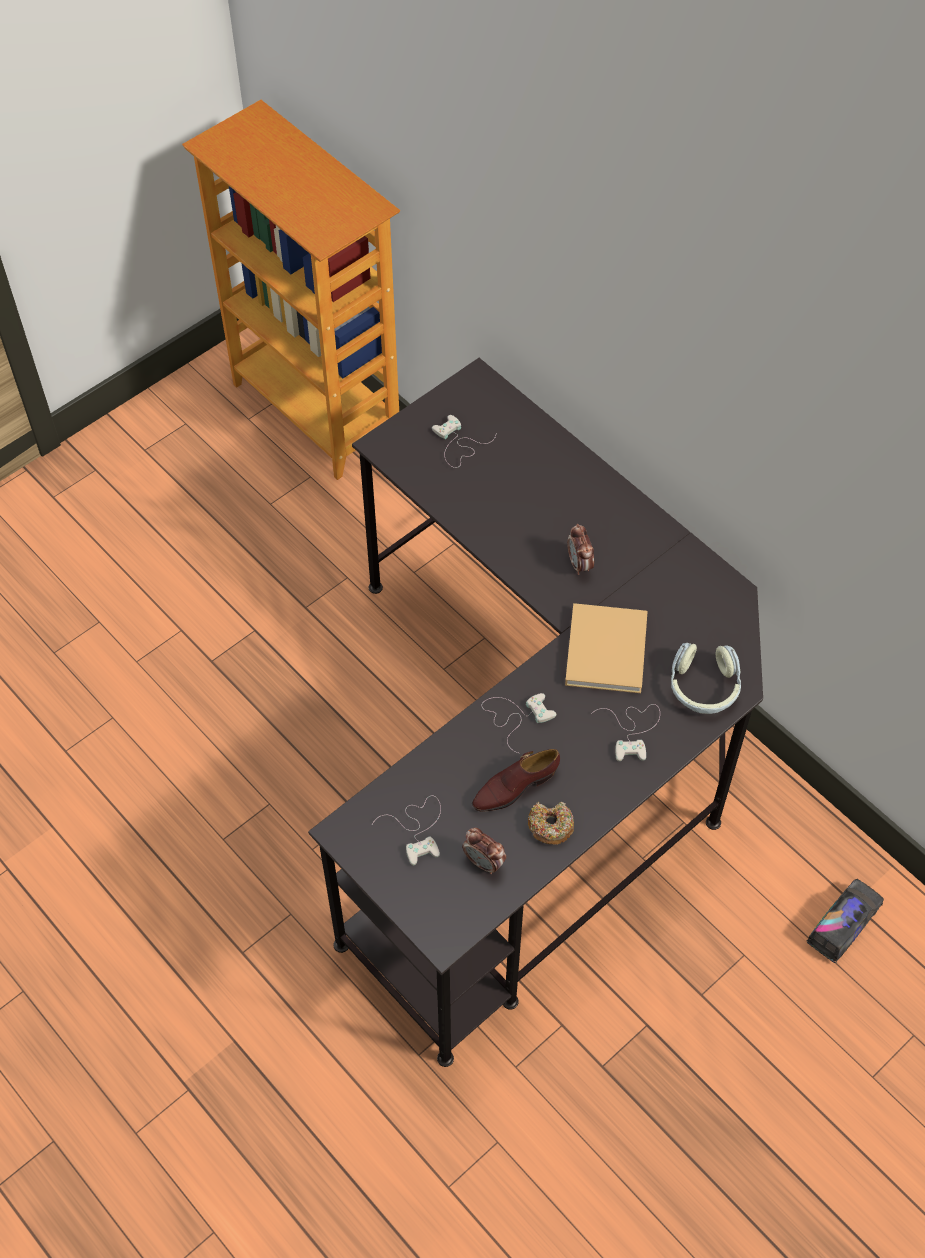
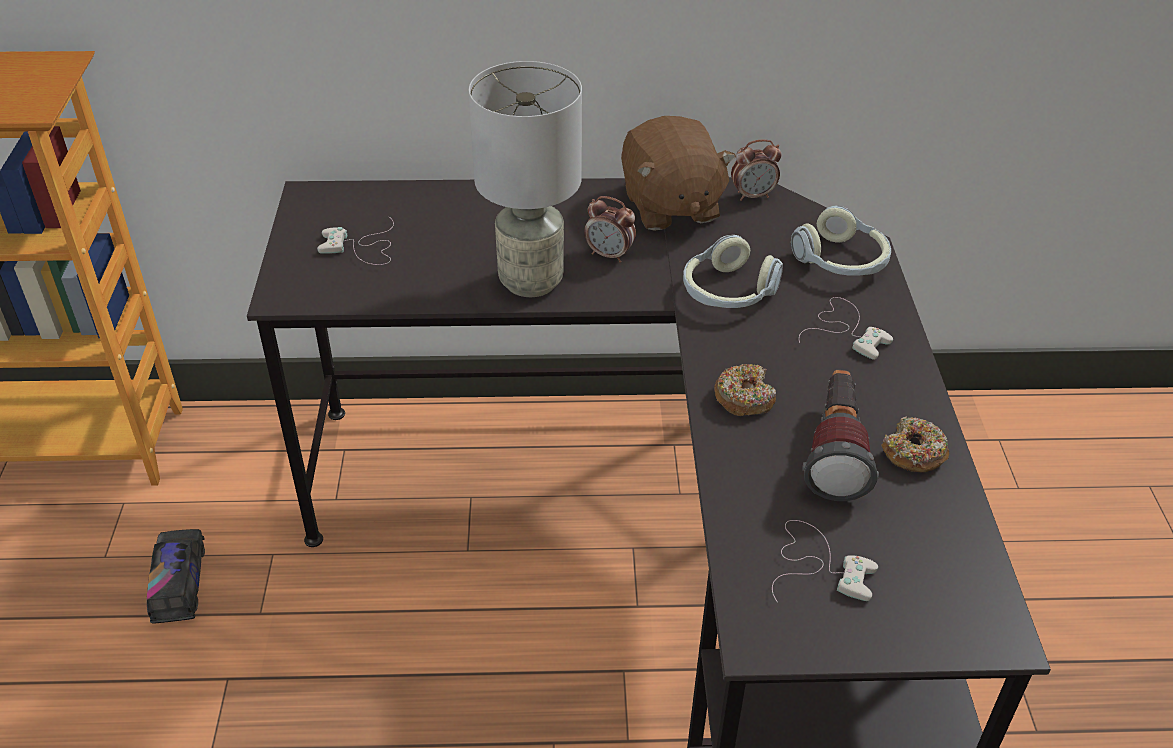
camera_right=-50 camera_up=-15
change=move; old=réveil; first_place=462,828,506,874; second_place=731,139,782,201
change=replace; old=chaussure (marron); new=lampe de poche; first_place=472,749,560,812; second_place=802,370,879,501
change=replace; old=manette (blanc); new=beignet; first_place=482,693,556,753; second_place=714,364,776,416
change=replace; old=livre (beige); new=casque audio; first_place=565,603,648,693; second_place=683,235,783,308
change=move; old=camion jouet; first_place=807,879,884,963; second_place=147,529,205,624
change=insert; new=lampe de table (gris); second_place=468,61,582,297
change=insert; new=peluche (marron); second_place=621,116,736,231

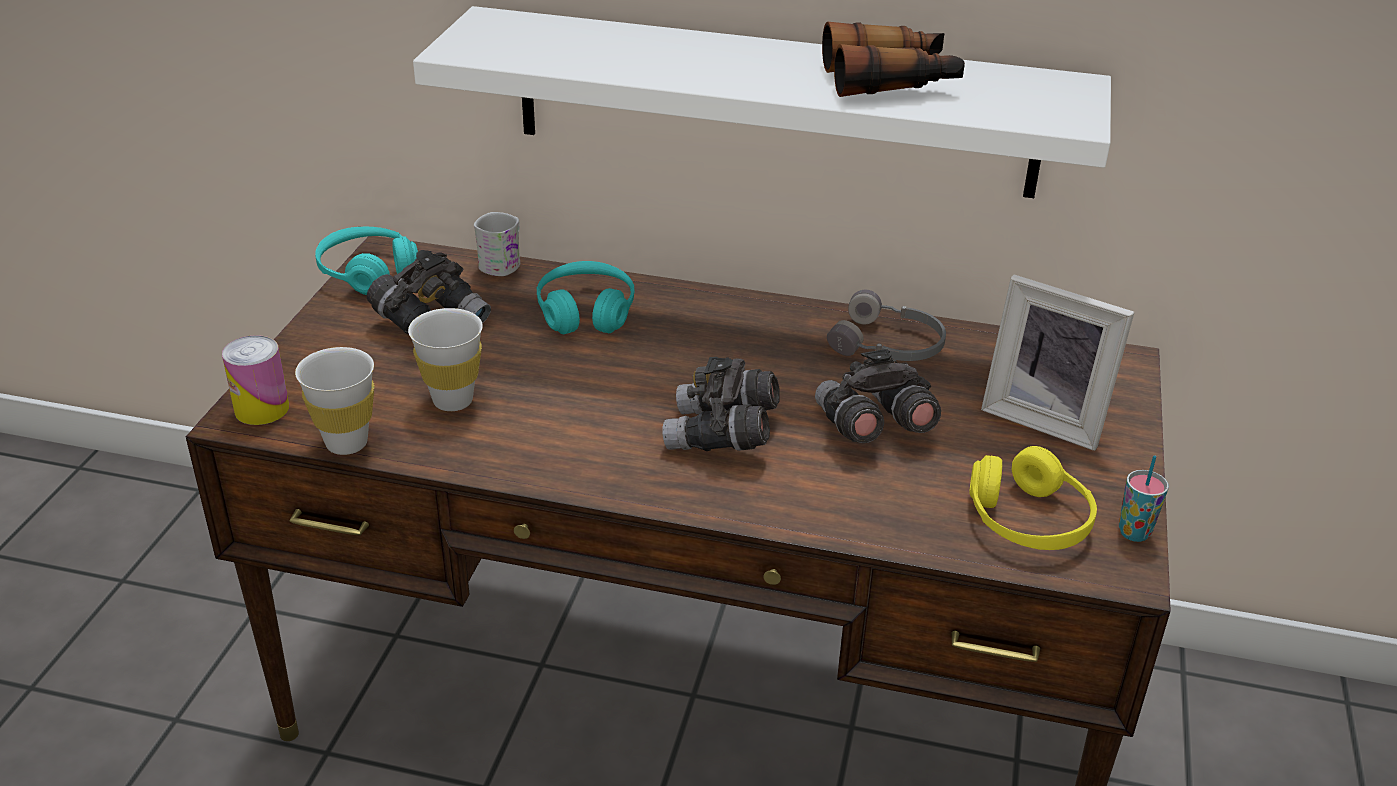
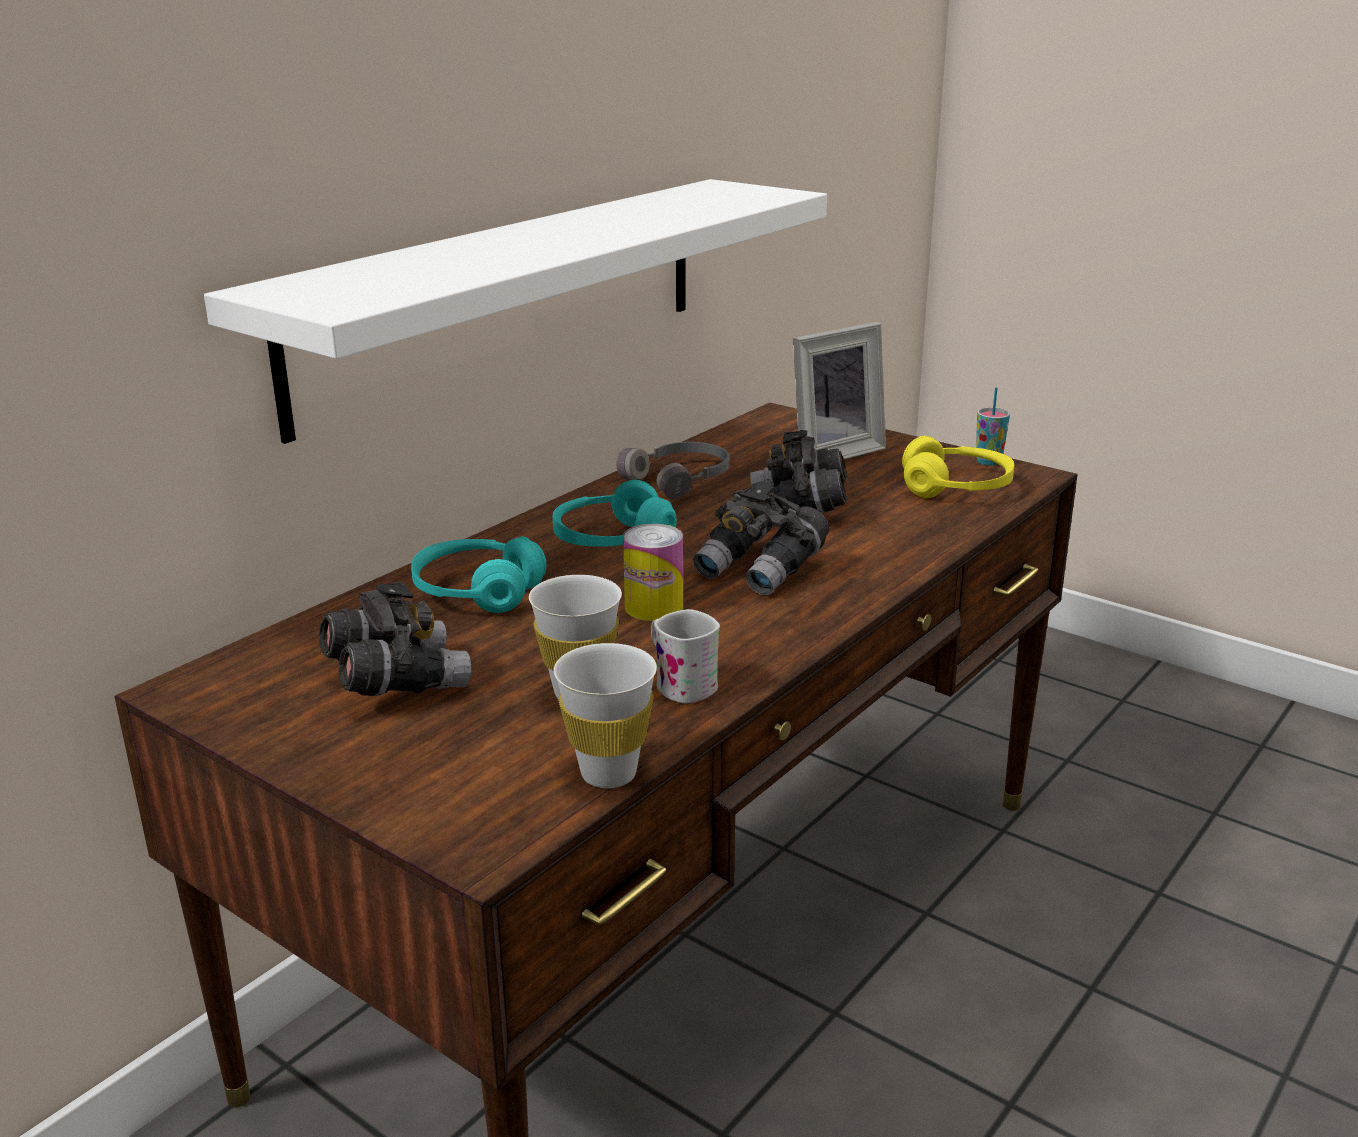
camera_right=-65 camera_up=-10
change=move; old=boîte métallique; first_place=222,335,289,425; second_place=623,524,683,621
change=move; old=casque audio (turquoise); first_place=315,227,418,295; second_place=553,480,677,547
change=move; old=mug (blanc); first_place=474,212,520,276; second_place=651,609,720,703
change=delete; old=jumelles; first_place=822,22,965,97

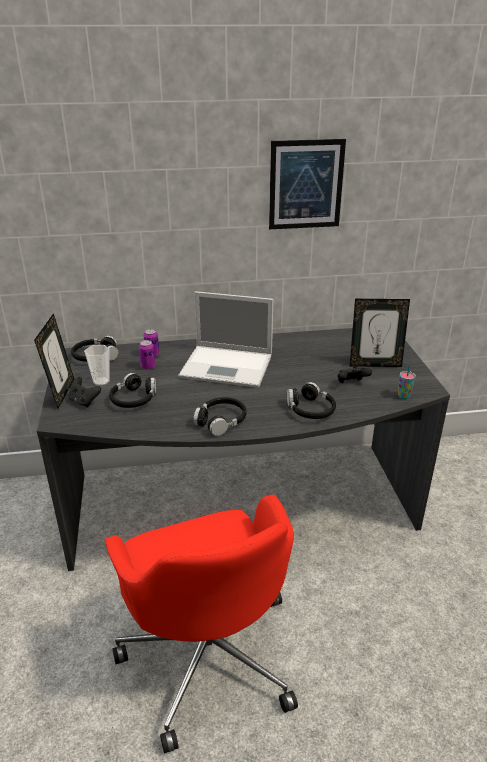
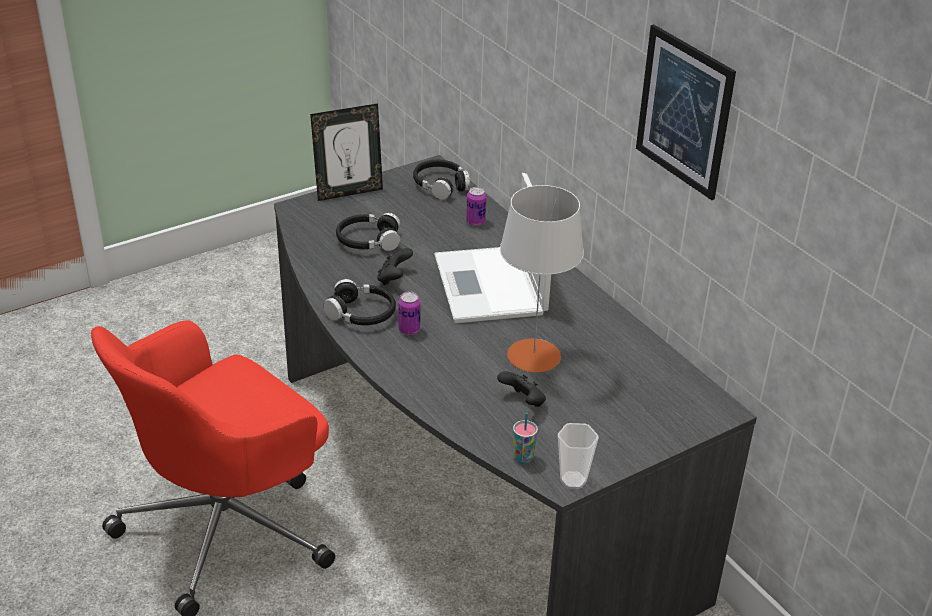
camera_right=65 camera_up=5
change=move; old=manette (noir); first_place=68,377,101,407; second_place=377,248,413,285
change=move; old=tasse; first_place=84,345,109,386; second_place=558,423,599,489
change=move; old=boîte métallique; first_place=139,340,155,370; second_place=398,292,421,335
change=delete; old=casque audio (noir); first_place=287,382,336,419
change=delete; old=cadre photo; first_place=350,299,410,367
change=insert; new=lampe de table (gris); second_place=500,185,584,372

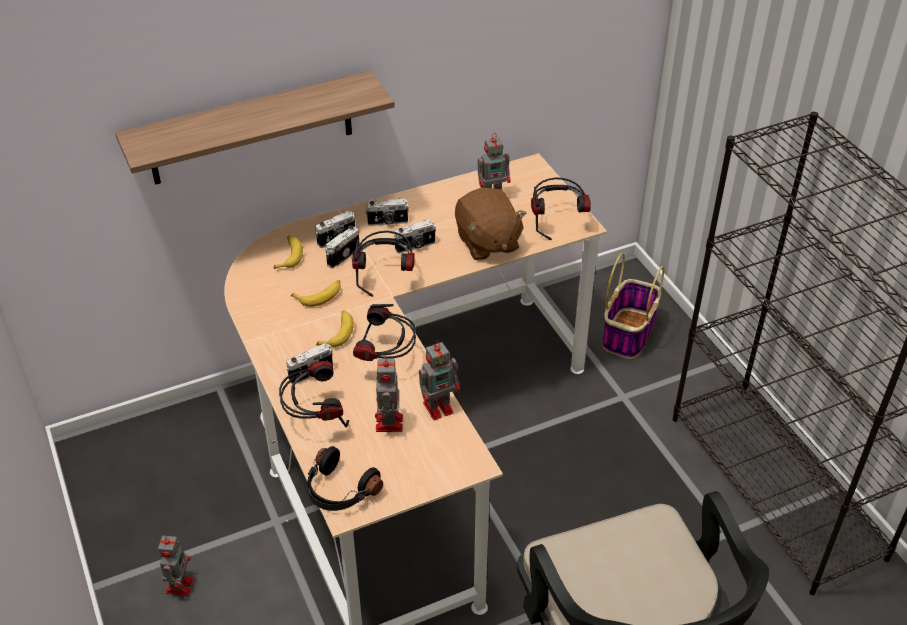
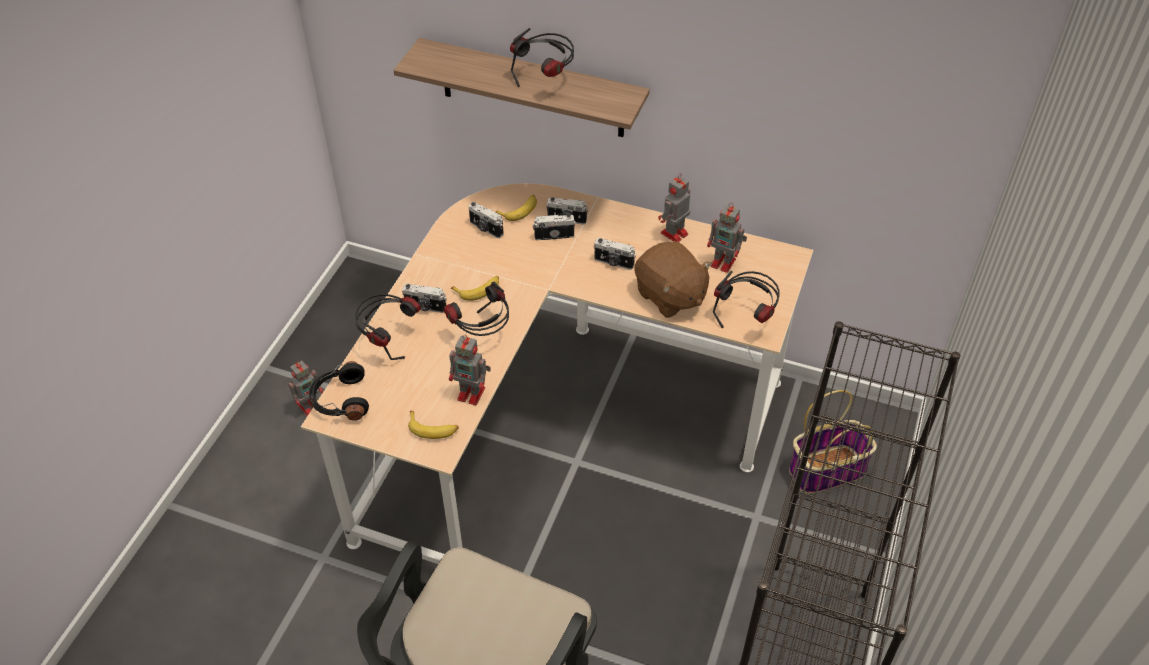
camera_right=45 camera_up=5
change=move; old=banane; first_place=291,280,341,307; second_place=408,411,459,439
change=move; old=casque audio; first_place=352,231,415,297; second_place=510,28,574,87
change=move; old=appareil photo; first_place=365,199,409,226; second_place=469,202,504,238
change=move; old=robot jouet; first_place=375,356,403,432; second_place=658,173,690,242
change=rotate; old=peluche (marron); first_place=455,188,527,261; second_place=634,241,712,318; degrees=-60

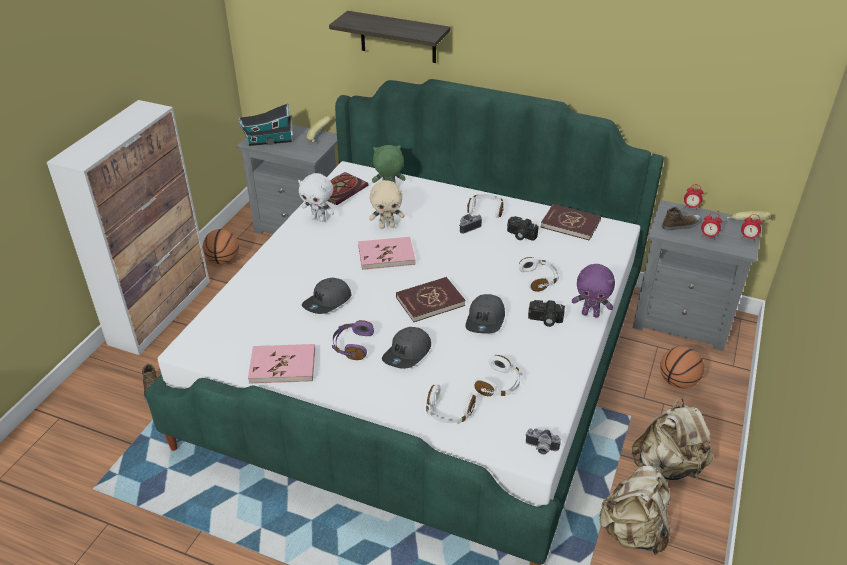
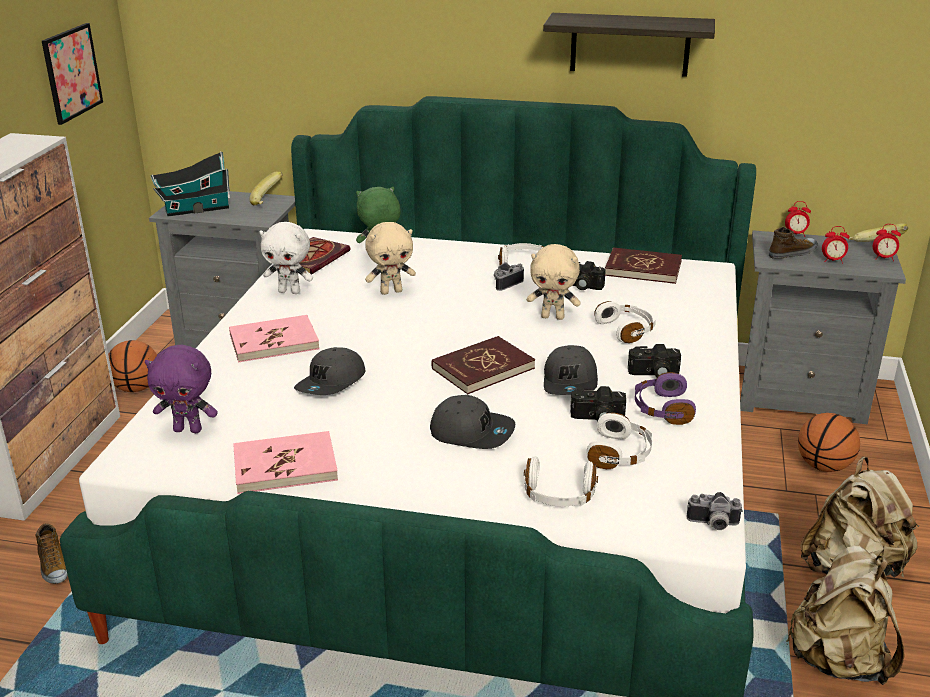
camera_right=-10 camera_up=-10
change=move; old=étagère; first_place=329,11,450,63; second_place=543,13,715,77
change=move; old=casque audio (violet); first_place=332,320,374,360; second_place=635,372,696,425
change=move; old=livre (rose); first_place=358,237,416,270; second_place=229,315,320,363
change=rotate; old=casquette (gris); first_place=382,327,431,369; second_place=430,395,515,449; degrees=-90
change=move; old=peluche (violet); first_place=572,264,615,318; second_place=145,345,218,433
change=insert; new=tableau; second_place=42,23,103,125
change=insert; new=peluche (beige); second_place=527,244,581,320
change=insert; new=appareil photo; second_place=570,386,626,421

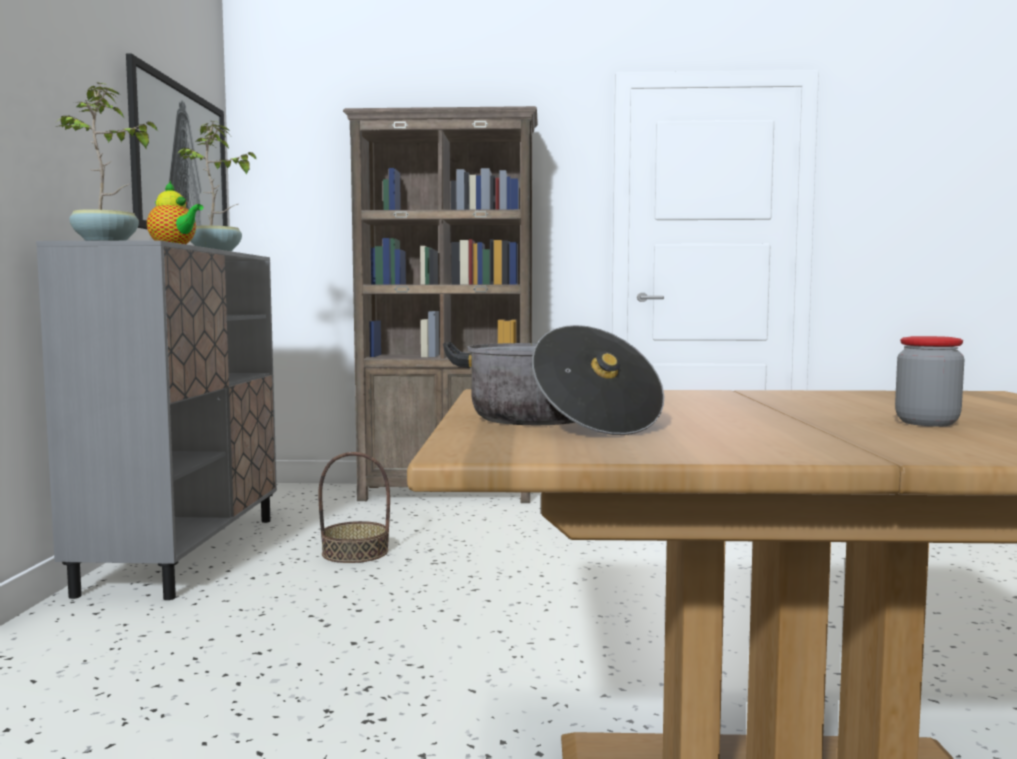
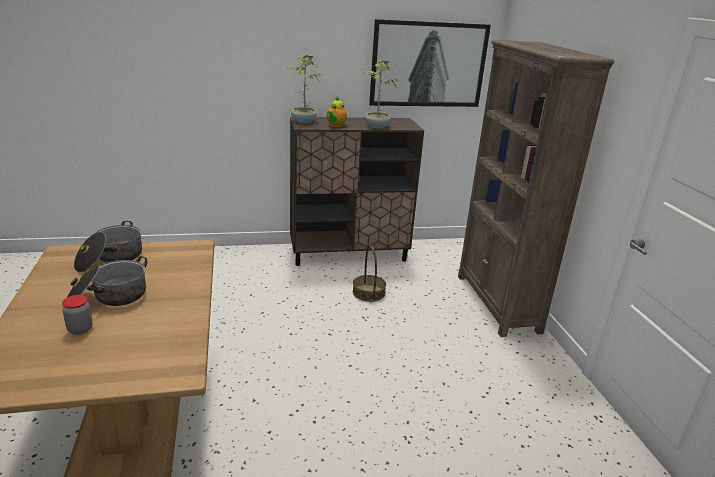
camera_right=75 camera_up=20
change=recolor; old=meuble de rangement (gris); new=meuble de rangement (marron); first_place=36,240,277,600; second_place=290,117,424,266
change=insert; new=marmite; second_place=67,256,147,306

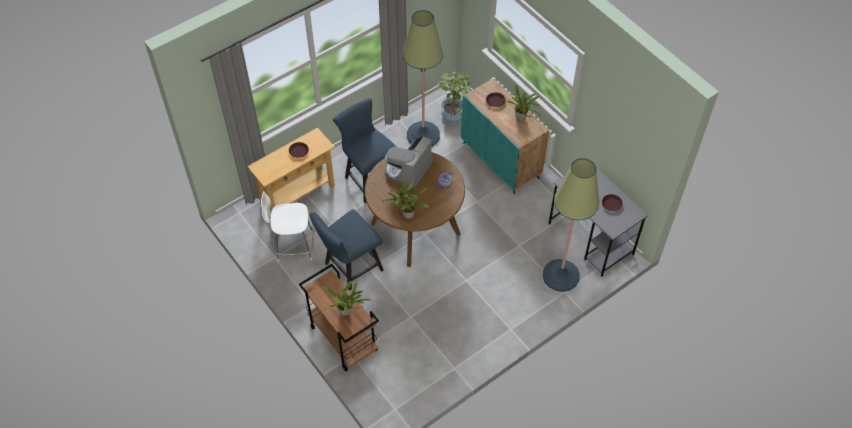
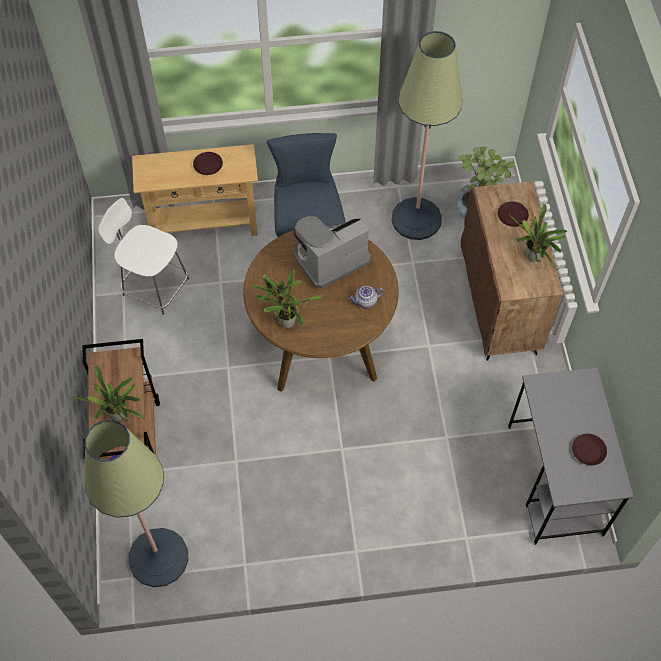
camera_right=30 camera_up=5
change=delete; old=chaise (bleu); first_place=309,209,384,291
change=recolor; old=meuble de rangement (turquoise); new=meuble de rangement (marron); first_place=461,78,549,194; second_place=461,181,563,361
change=move; old=lampadaire; first_place=543,158,599,292; second_place=84,420,188,587

